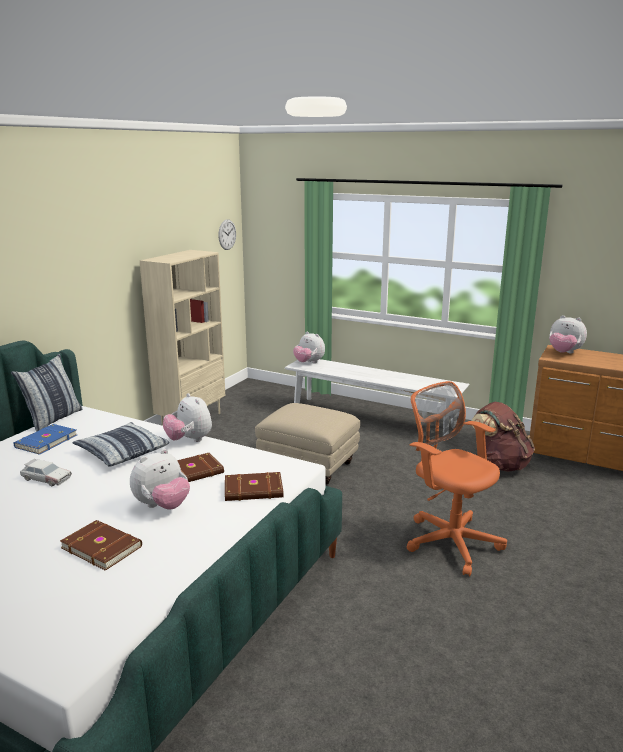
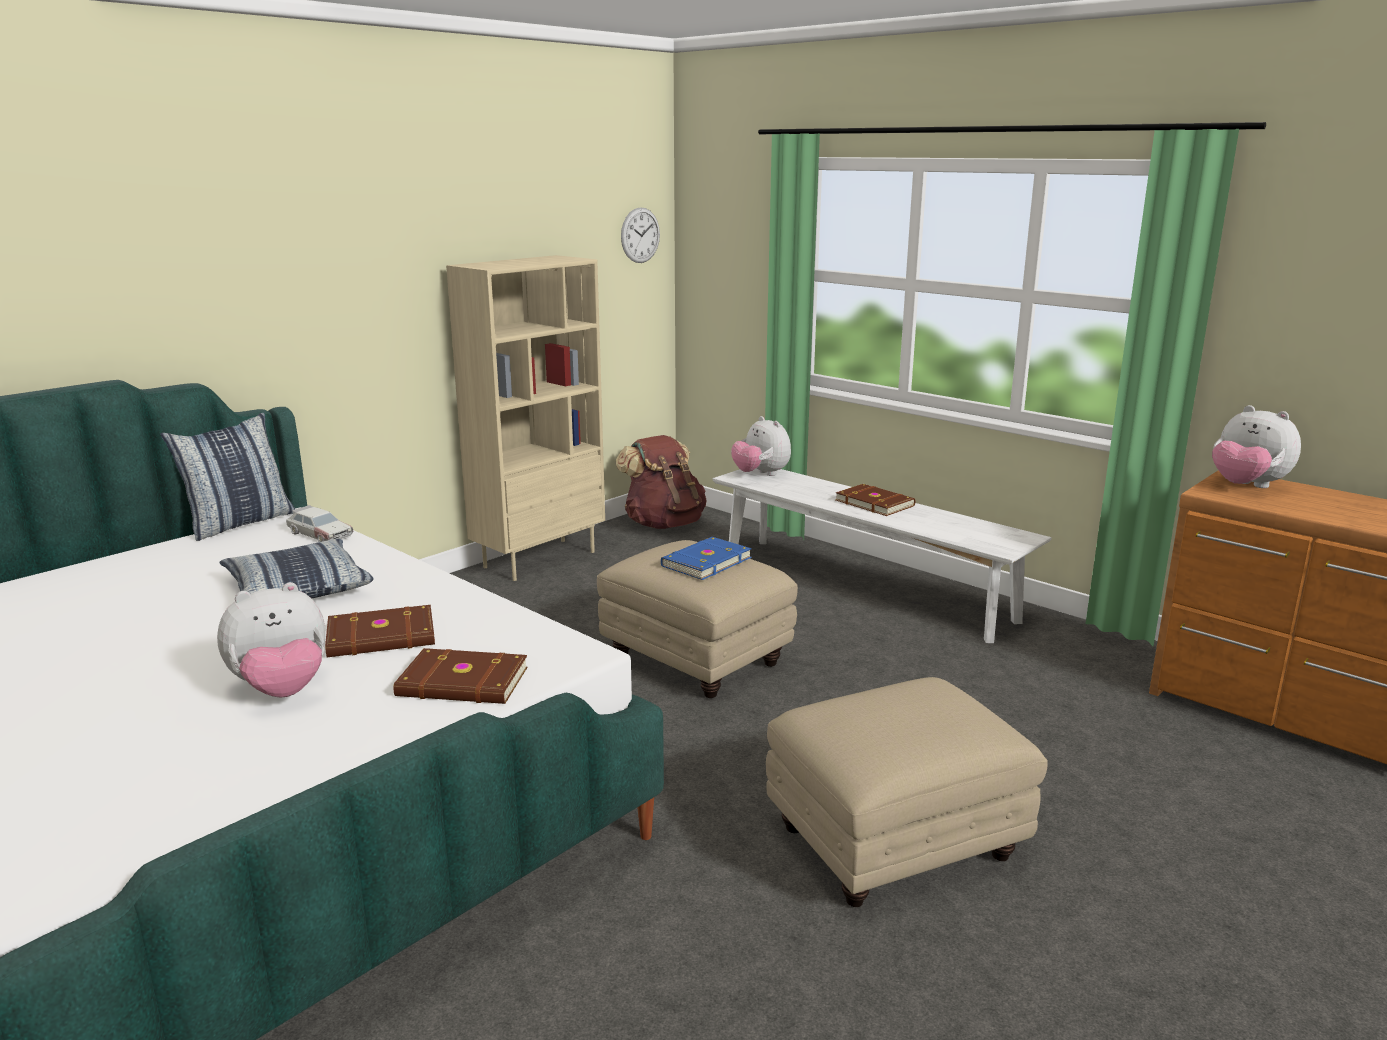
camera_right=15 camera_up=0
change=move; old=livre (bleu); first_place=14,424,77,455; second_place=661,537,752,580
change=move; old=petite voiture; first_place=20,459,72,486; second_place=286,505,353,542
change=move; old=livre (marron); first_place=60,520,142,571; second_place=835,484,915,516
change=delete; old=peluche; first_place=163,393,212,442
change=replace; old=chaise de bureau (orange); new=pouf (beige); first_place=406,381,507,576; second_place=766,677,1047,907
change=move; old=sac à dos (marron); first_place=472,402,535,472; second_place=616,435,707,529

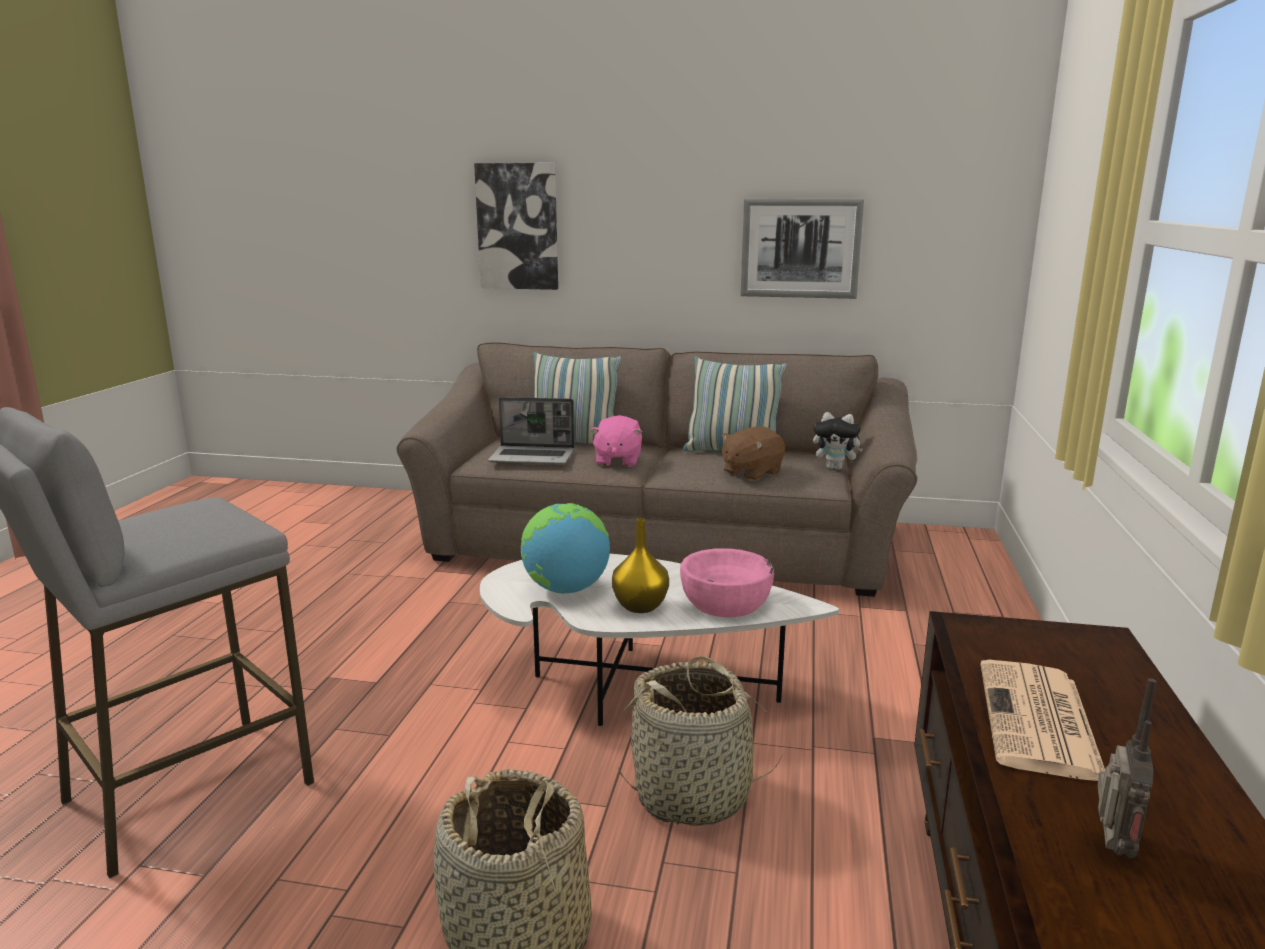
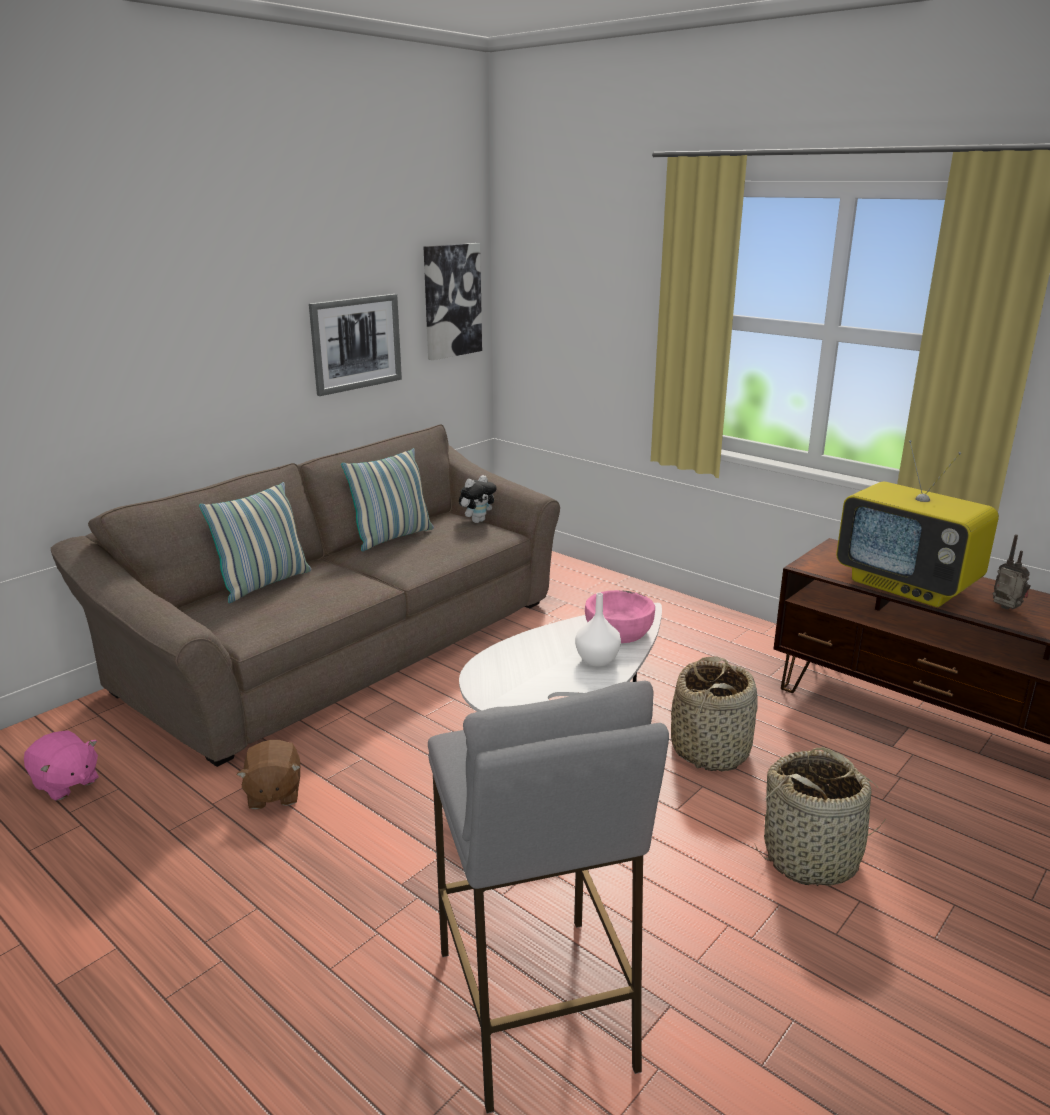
camera_right=-60 camera_up=5
change=move; old=tableau; first_place=474,163,558,290; second_place=424,243,482,360
change=delete; old=ordinateur portable; first_place=488,397,575,465
change=delete; old=globe; first_place=521,503,610,594
change=move; old=peluche (rose); first_place=590,415,642,467; second_place=24,730,99,801
change=recolor; old=vase (jaune); new=vase (blanc); first_place=612,518,669,613; second_place=575,593,621,667
change=move; old=peluche (marron); first_place=721,427,785,481; second_place=236,740,300,810
change=replace; old=journal; new=téléviseur; first_place=980,660,1105,781; second_place=836,440,999,607

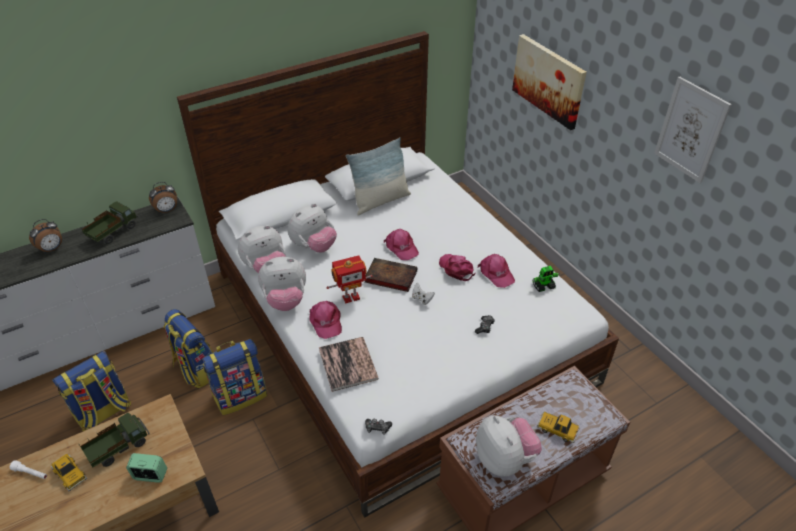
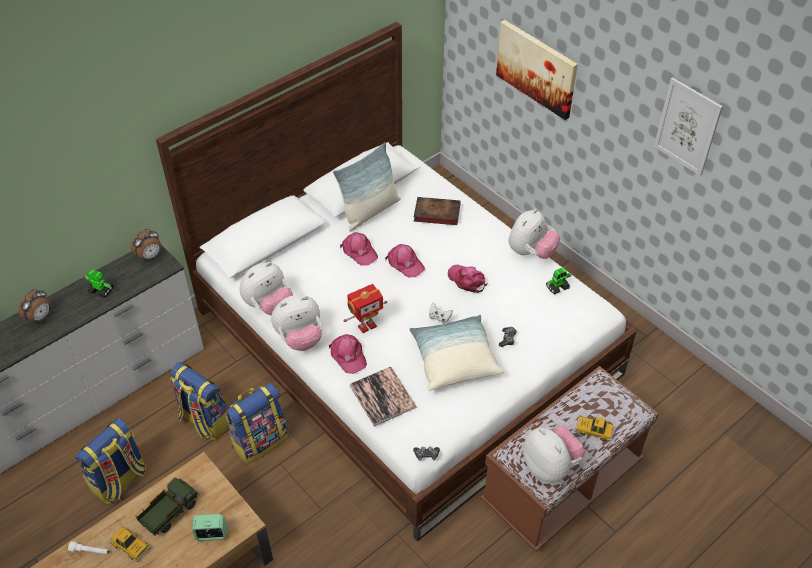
camera_right=-10 camera_up=5
change=replace; old=camion jouet; new=robot jouet; first_place=81,201,138,244; second_place=85,269,113,298
change=move; old=peluche; first_place=288,203,337,253; second_place=508,209,560,259
change=move; old=livre; first_place=365,258,417,292; second_place=414,197,461,225
change=move; old=casquette (rose); first_place=478,254,515,288; second_place=340,232,378,266
change=insert; new=coussin; second_place=409,315,504,391

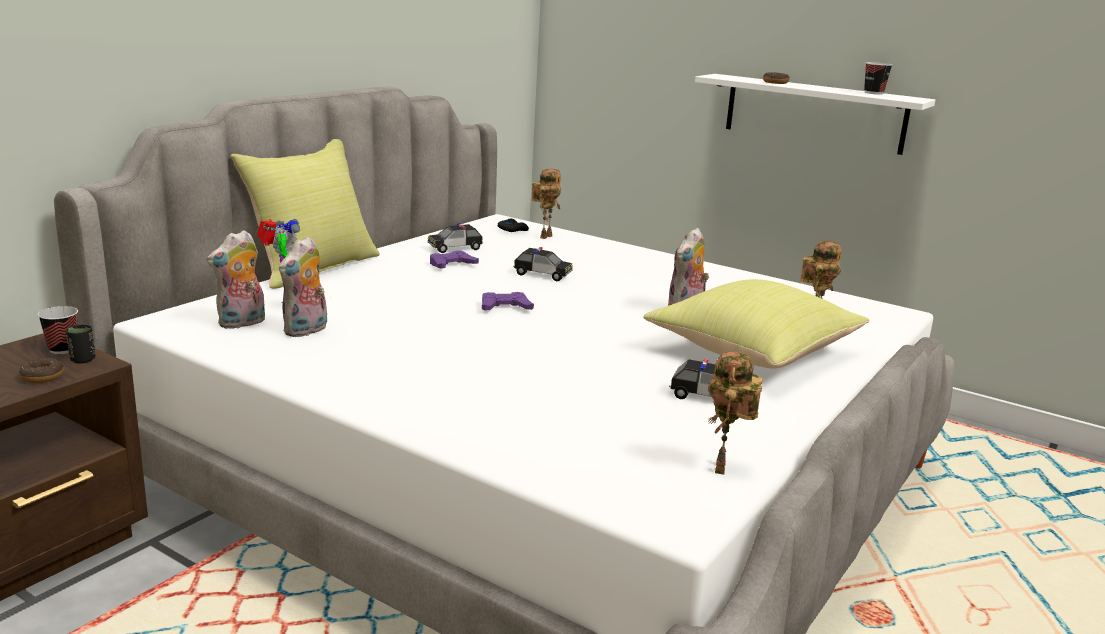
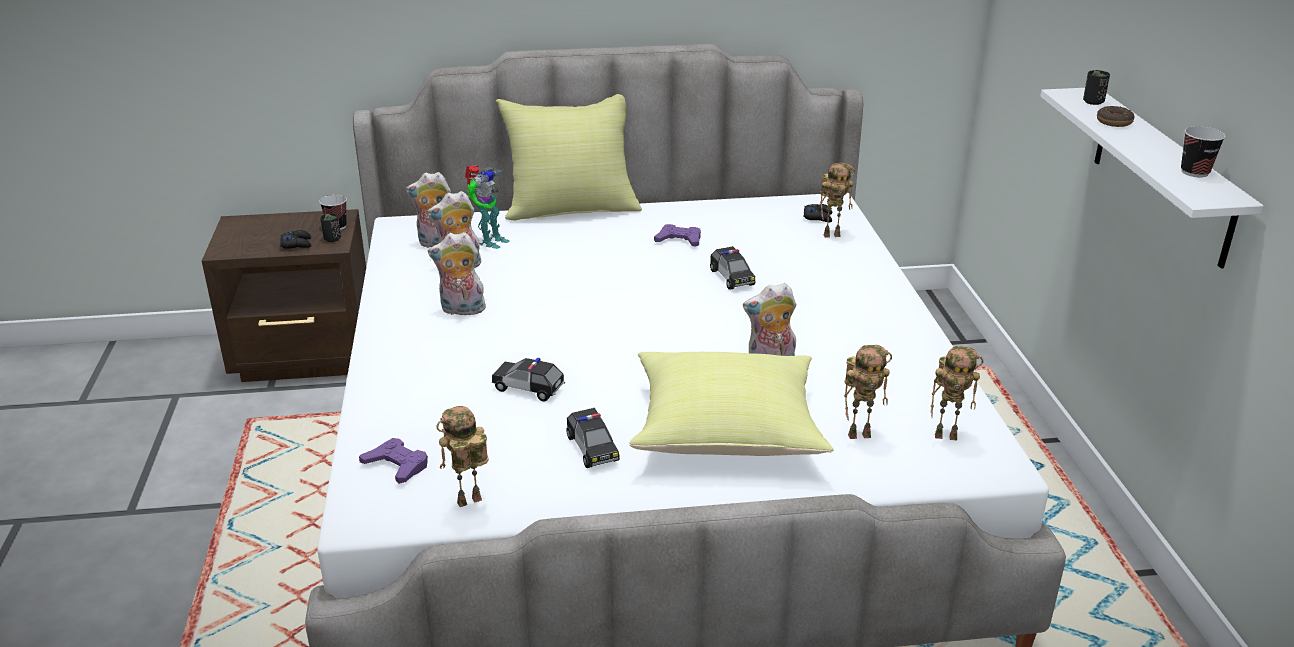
camera_right=50 camera_up=10
change=replace; old=beignet; new=manette (noir); first_place=19,358,64,383; second_place=280,230,311,249
change=move; old=petite voiture; first_place=428,223,483,253; second_place=492,358,565,402
change=move; old=manette (violet); first_place=482,292,534,311; second_place=359,438,428,484
change=insert; new=peluche; second_place=428,232,486,318
change=insert; new=robot jouet; second_place=931,346,983,441
change=insert; new=tasse (noir); second_place=1083,70,1110,105

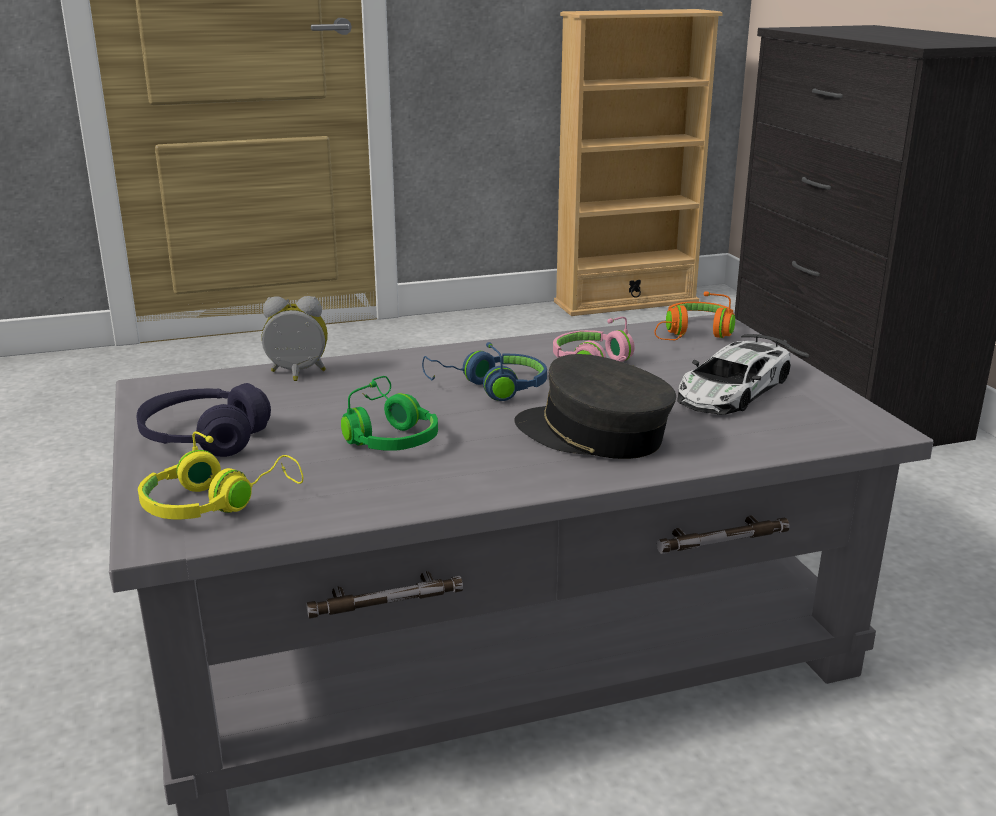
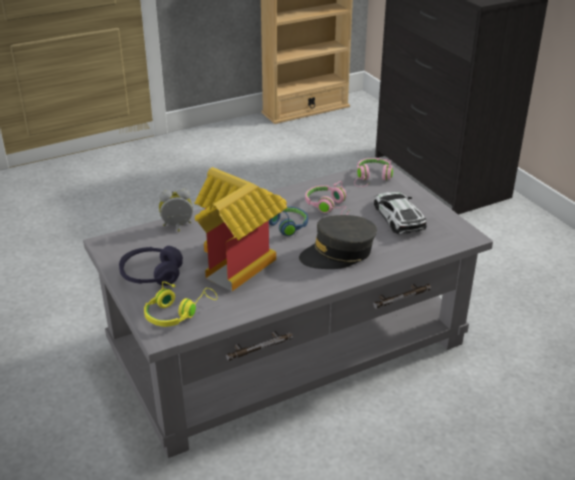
camera_right=-10 camera_up=10
change=replace; old=casque audio (vert); new=maison miniature; first_place=341,376,438,451; second_place=194,167,288,291
change=rotate; old=casquette (gris); first_place=514,354,676,459; second_place=299,215,377,269; degrees=-45
change=recolor; old=casque audio (orange); new=casque audio (rose); first_place=654,292,735,340; second_place=354,158,393,187
change=rotate; old=petite voiture; first_place=677,334,791,415; second_place=374,192,427,234; degrees=135

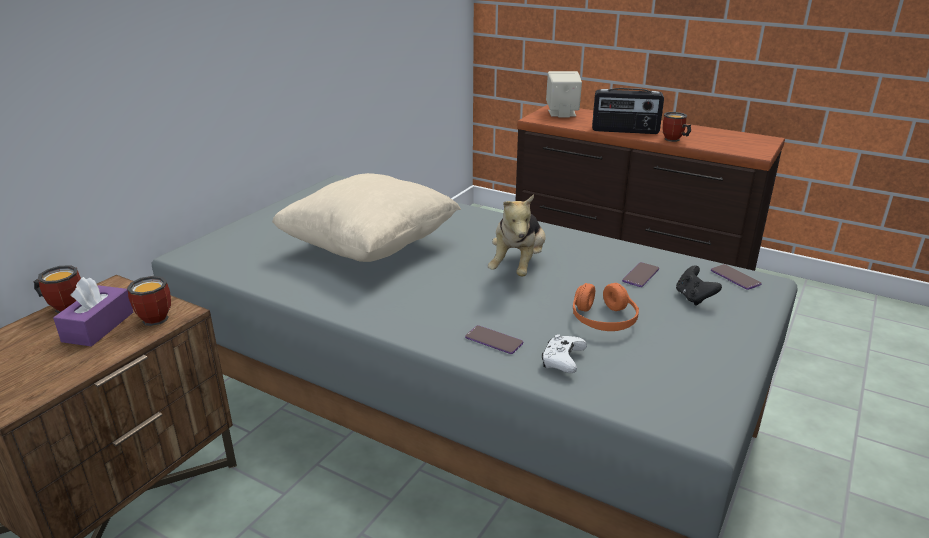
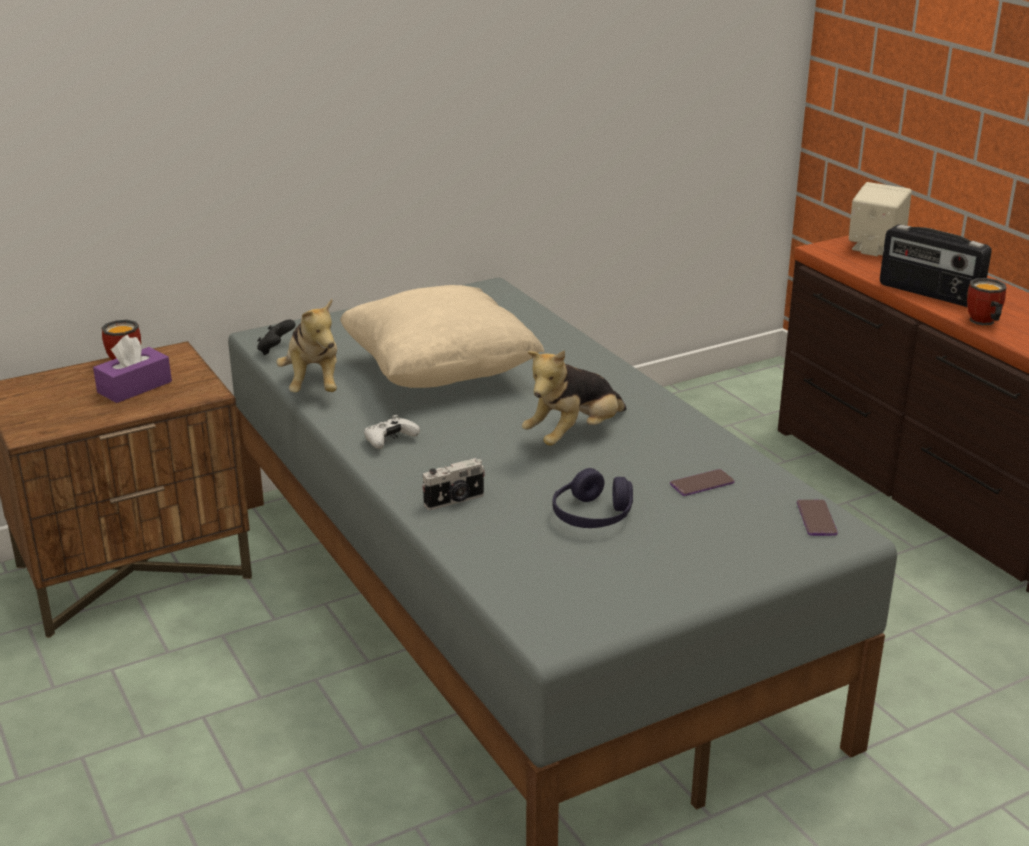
camera_right=30 camera_up=0
change=delete; old=mug; first_place=127,276,171,326
change=replace; old=téléphone; new=appareil photo; first_place=465,325,523,354; second_place=422,458,485,510
change=move; old=manette (blanc); first_place=542,334,587,373; second_place=364,415,420,449
change=recolor; old=casque audio (orange); new=casque audio (violet); first_place=573,283,639,331; second_place=553,468,633,528
change=move; old=manette (noir); first_place=676,266,722,306; second_place=257,320,296,355
change=insert; new=peluche; second_place=276,299,337,392

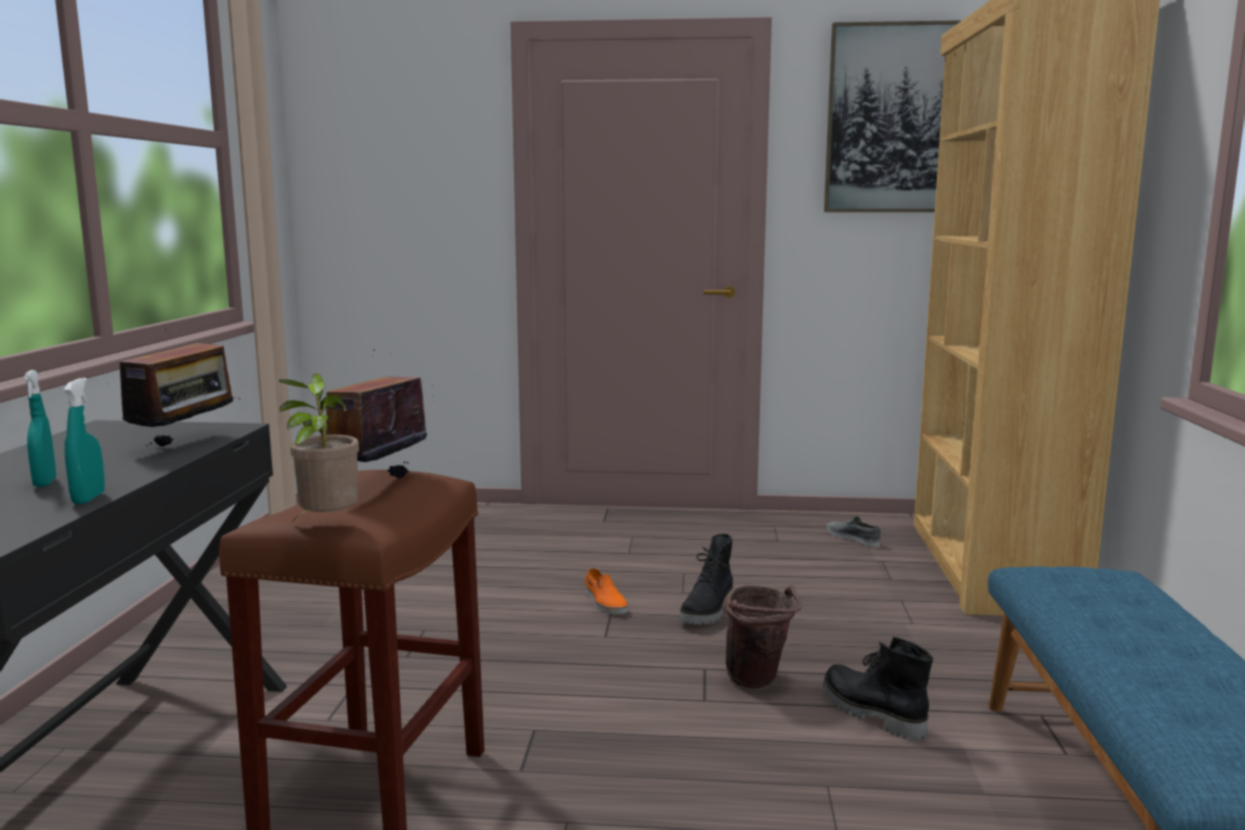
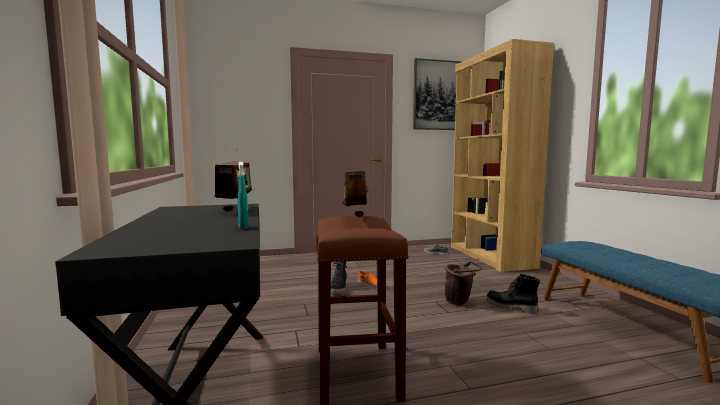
camera_right=-20 camera_up=-5
change=delete; old=vaporisateur (turquoise); first_place=24,370,56,487
change=delete; old=plante en pot; first_place=279,373,359,523
change=move; old=botte (noir); first_place=679,534,733,625; second_place=331,261,347,293

